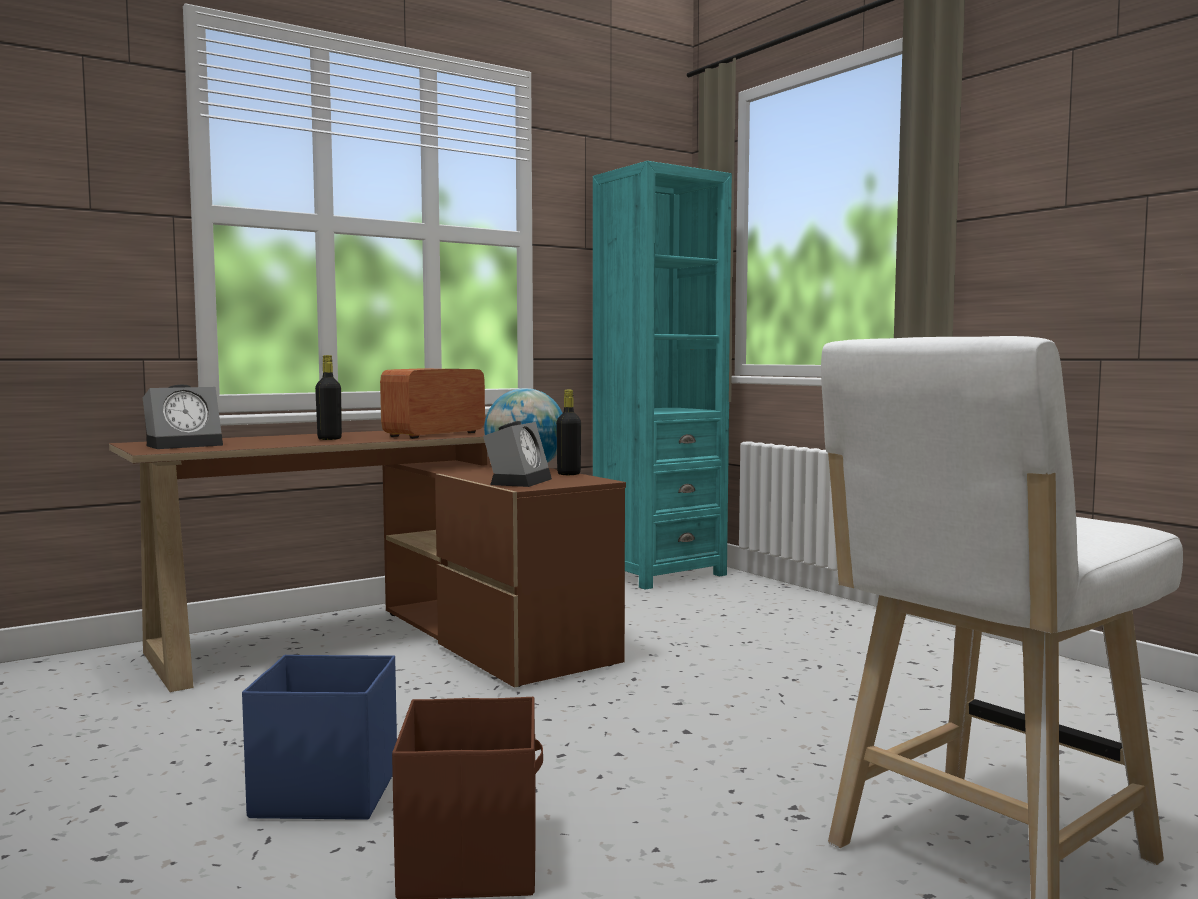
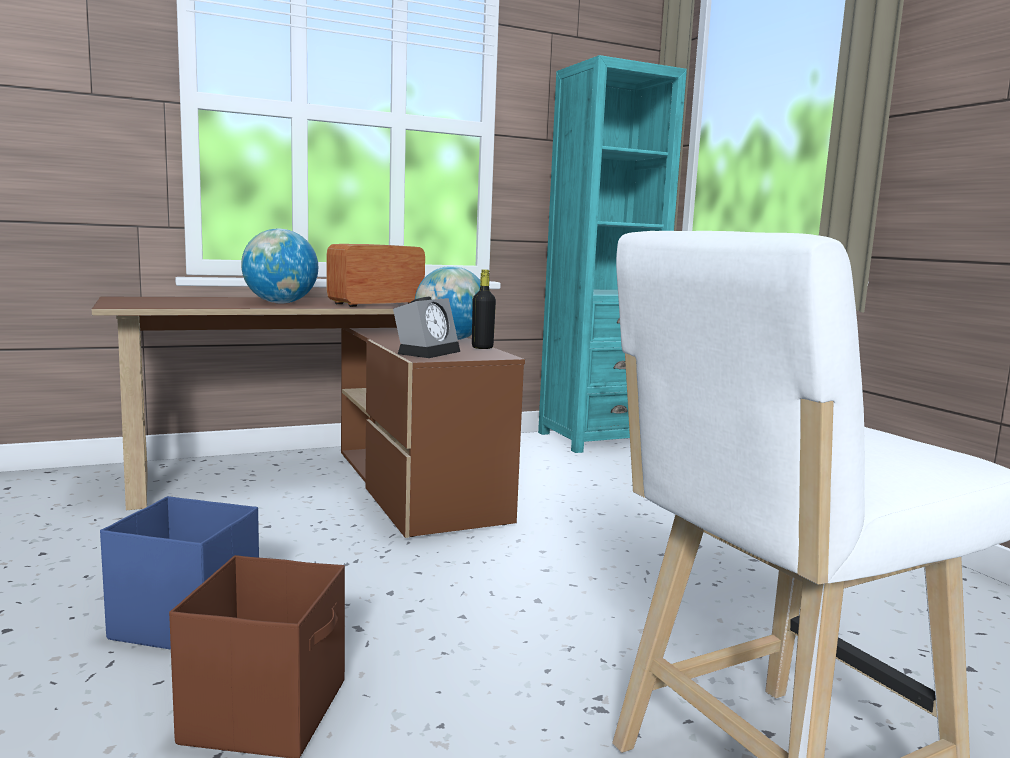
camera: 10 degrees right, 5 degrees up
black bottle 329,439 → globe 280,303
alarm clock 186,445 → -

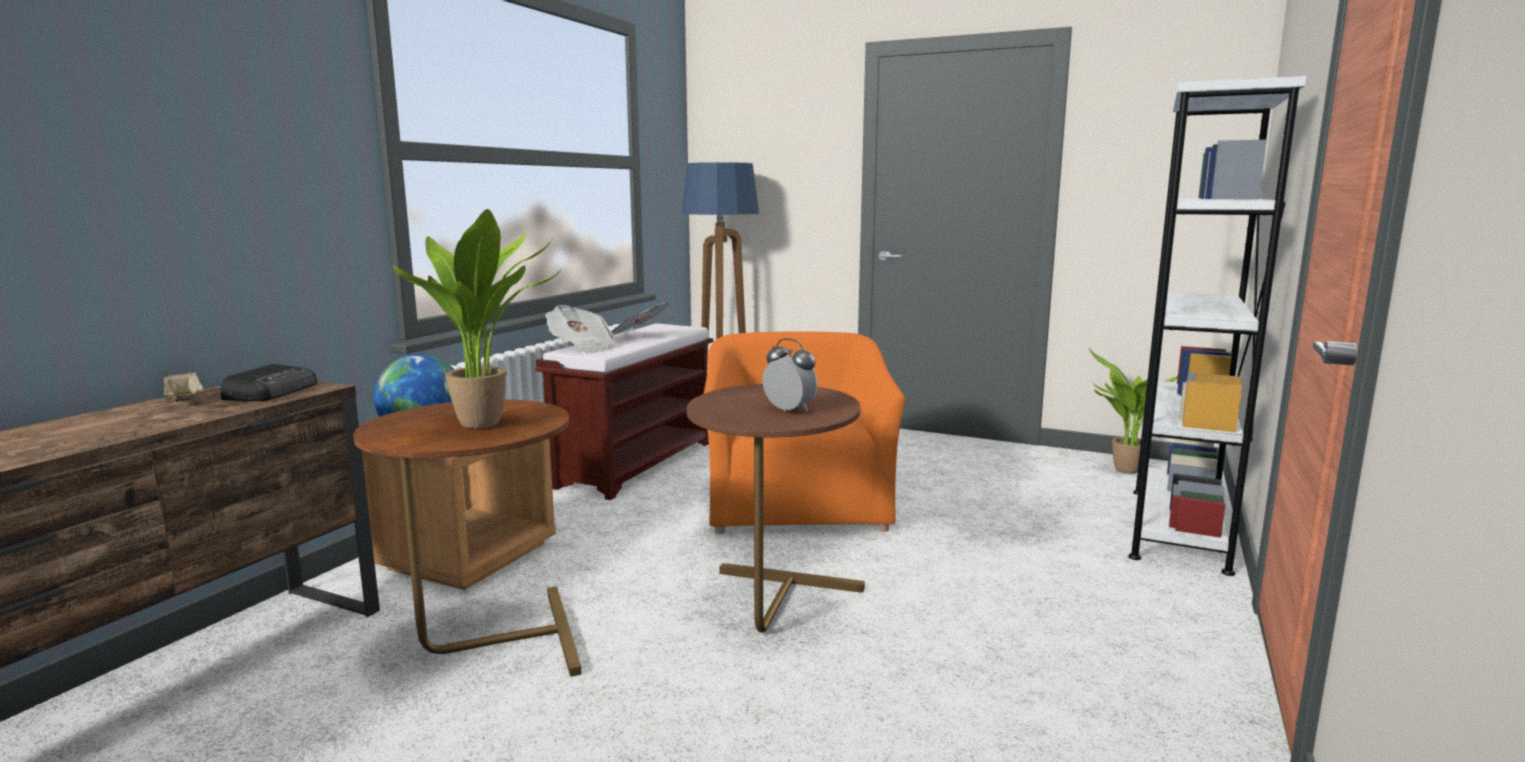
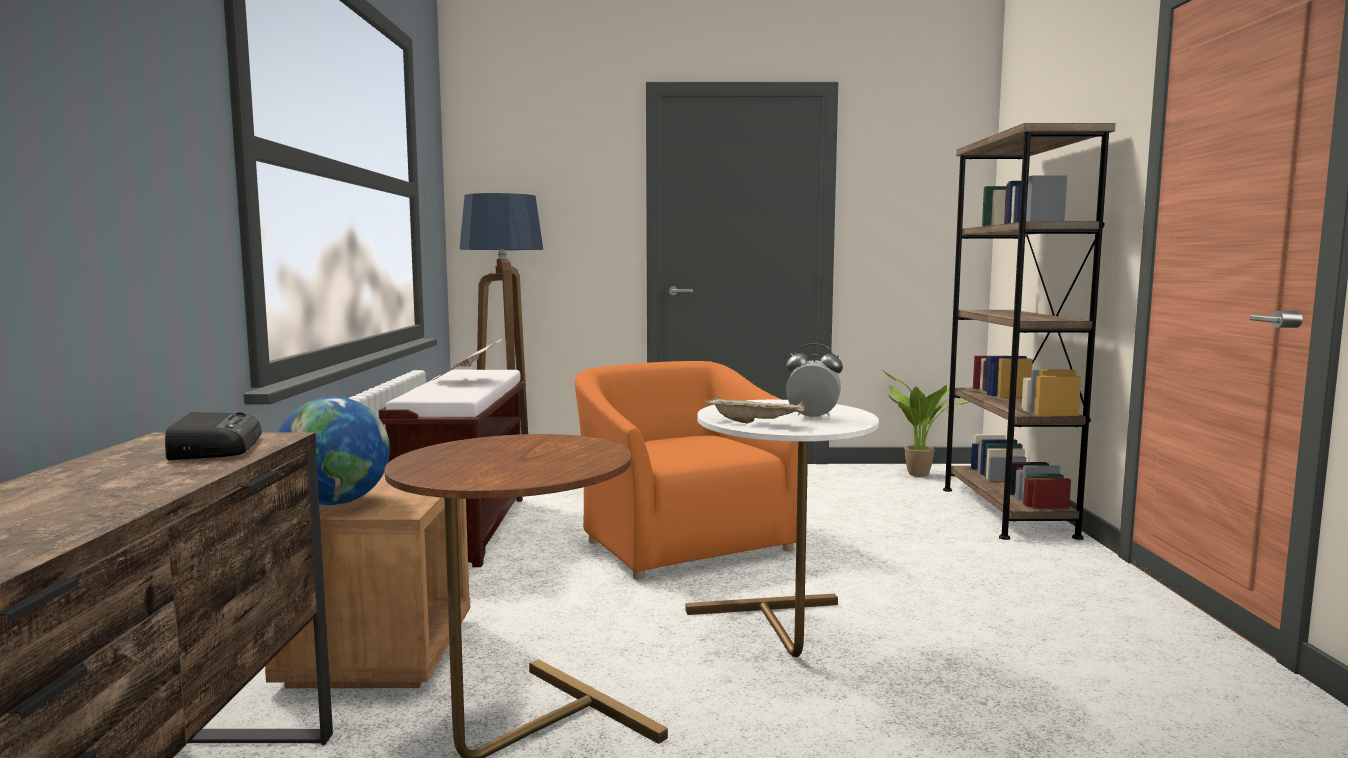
camera: 25 degrees left, 5 degrees down
white bookcase 1178,528 → brown bookcase 1006,512
potted plant 488,424 → -
newspaper 581,347 → -
beige tray 185,402 → beige tray 756,422, shifted
brown side table 773,611 → white side table 780,637

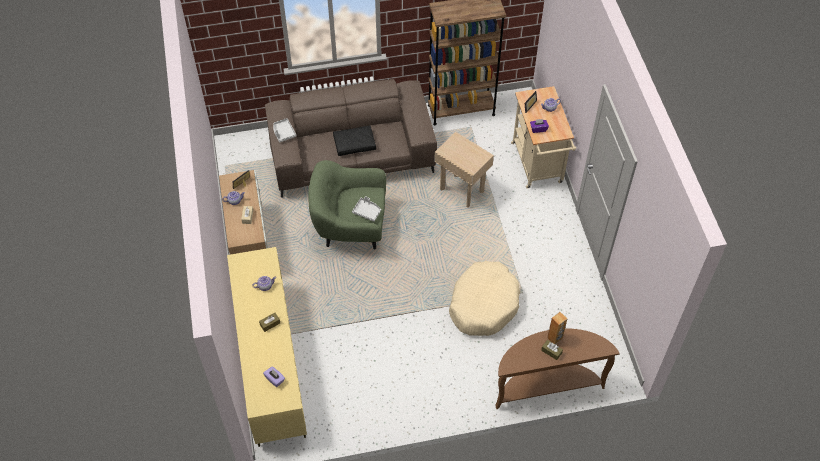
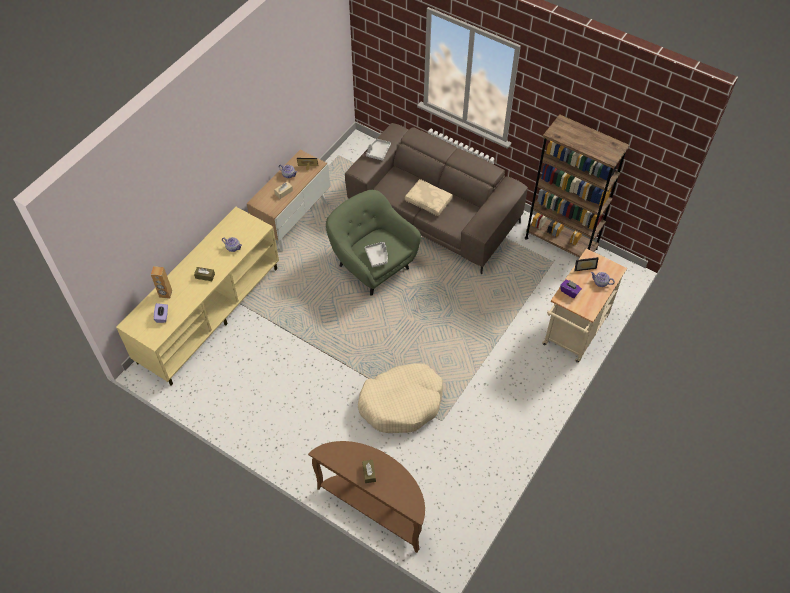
camera: 45 degrees right, 0 degrees up
black pillow 355,143 → beige pillow 429,200
beige side table 461,190 → -
brown speaker 555,338 → brown speaker 165,294, shifted

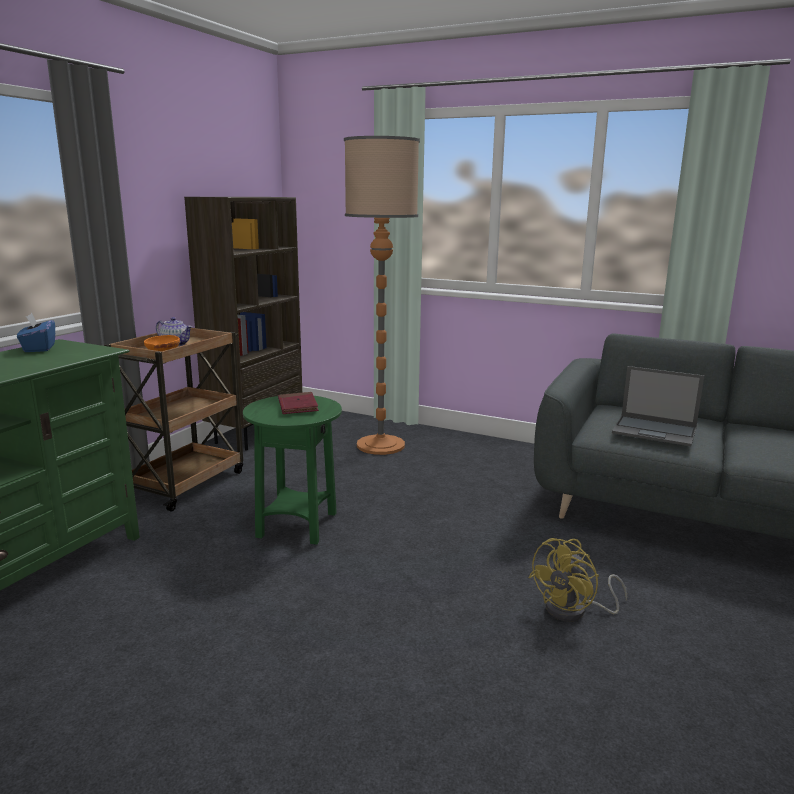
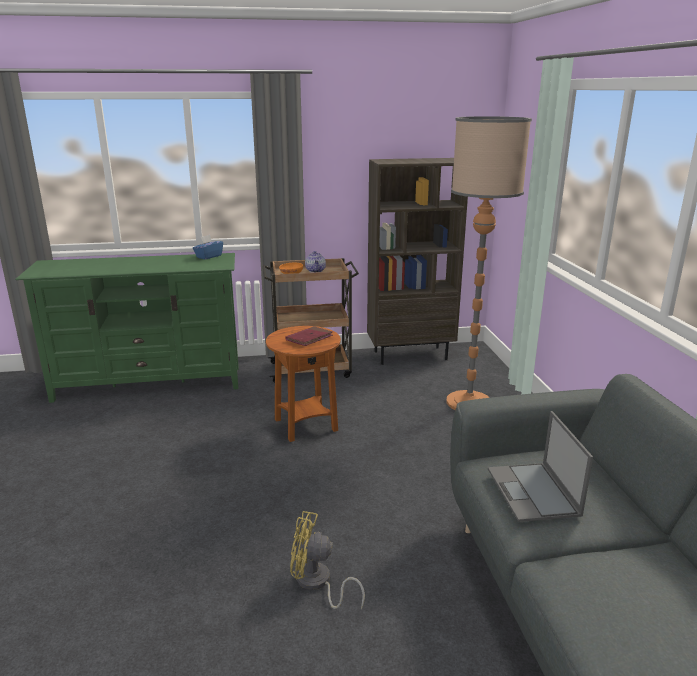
camera: 55 degrees right, 5 degrees up
green side table 297,525 → brown side table 306,425

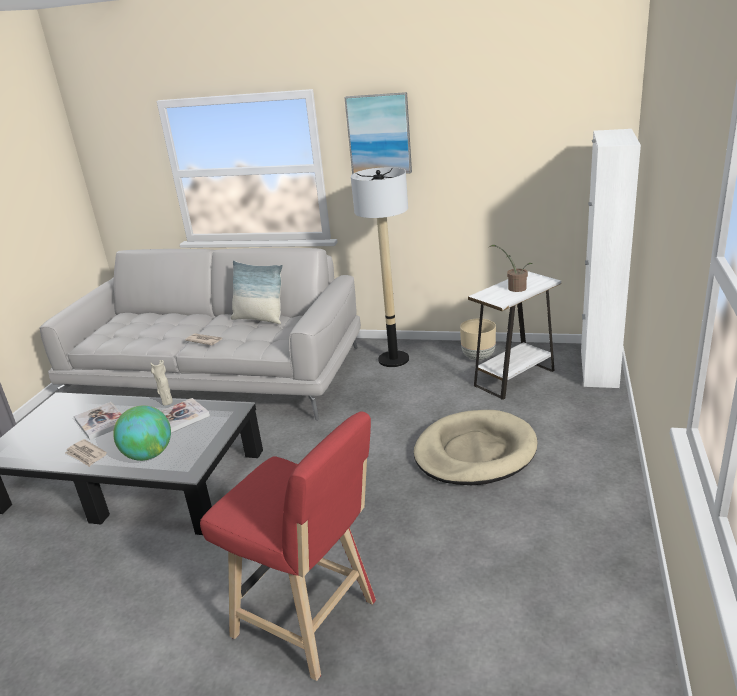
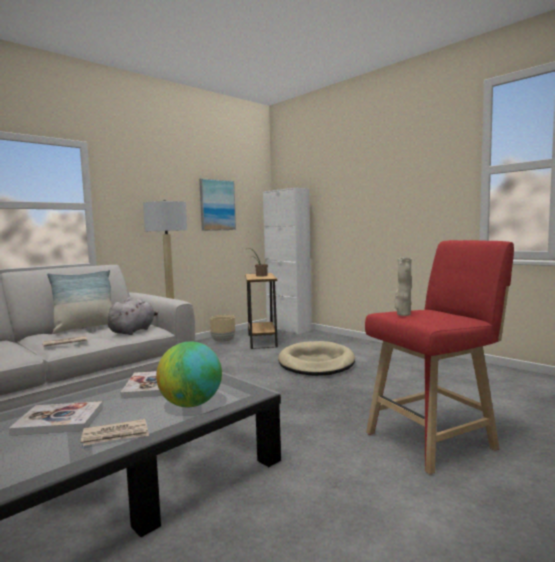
camera: 60 degrees left, 20 degrees down
picture 379,134 → picture 217,205, shifted
white side table 514,378 → brown side table 262,341
beige vase 167,402 → beige vase 402,314, shifted
- → grey plush toy 133,331

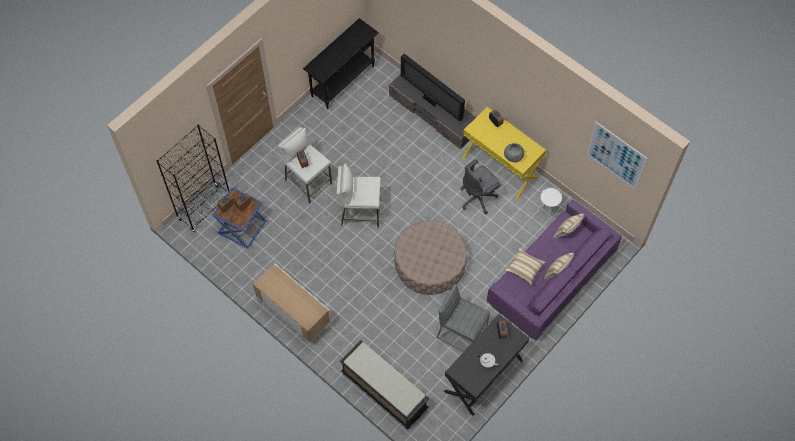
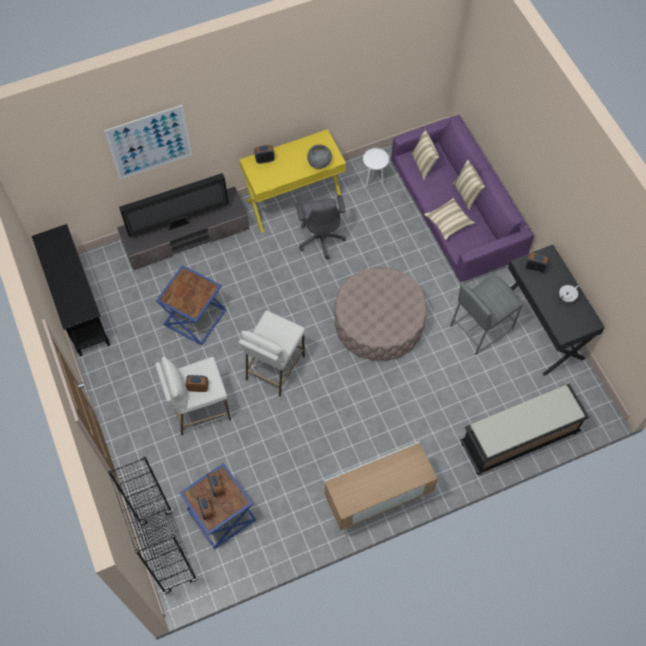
camera: 65 degrees left, 0 degrees up
picture 616,156 → picture 149,142, shifted
- → blue side table 194,316

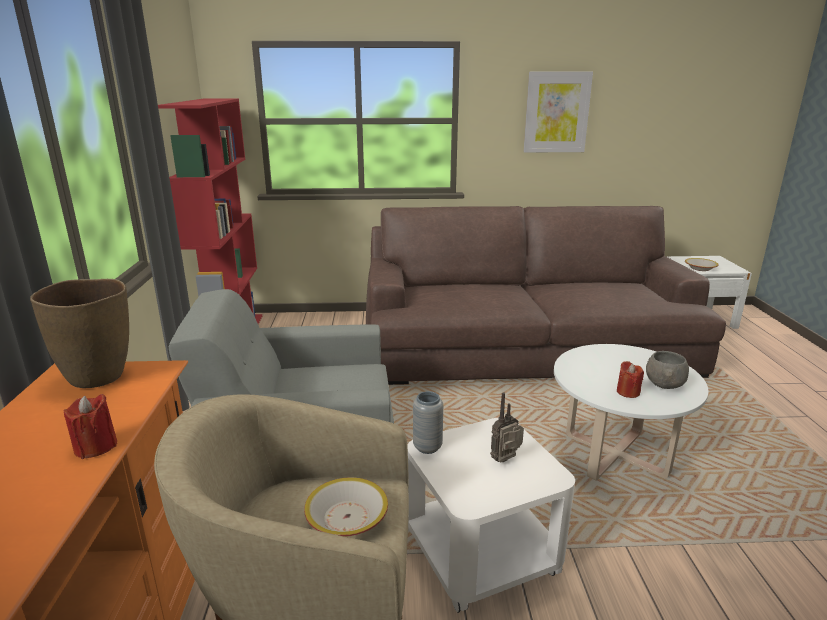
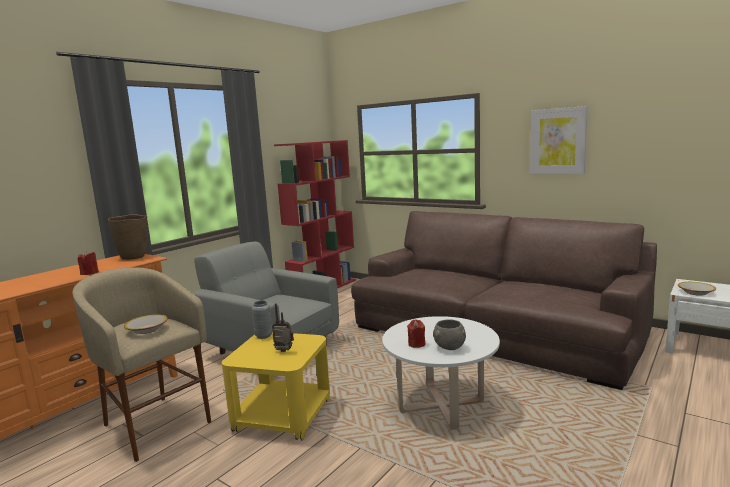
camera: 40 degrees right, 10 degrees down
white side table 482,552 → yellow side table 282,416

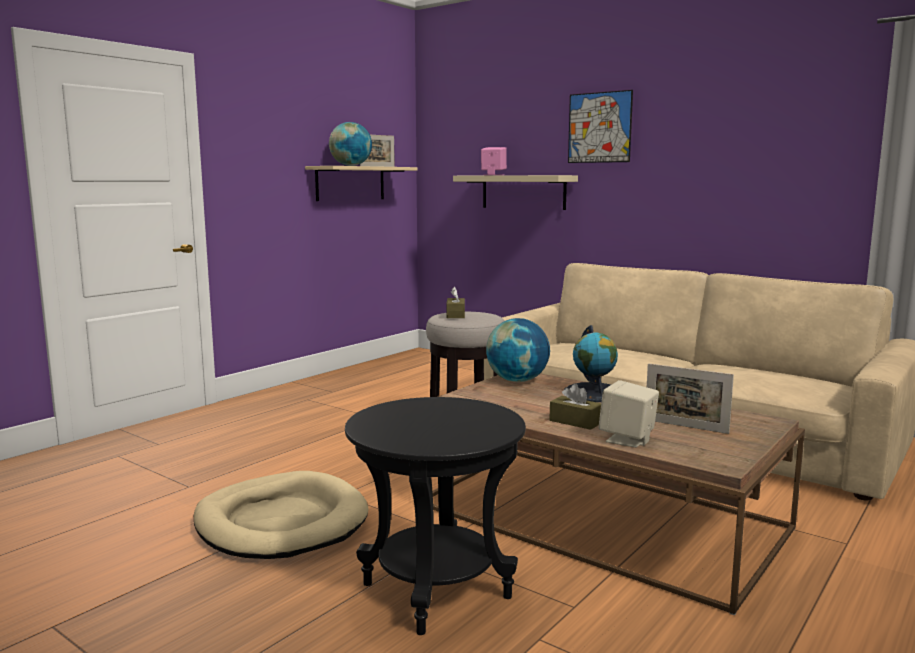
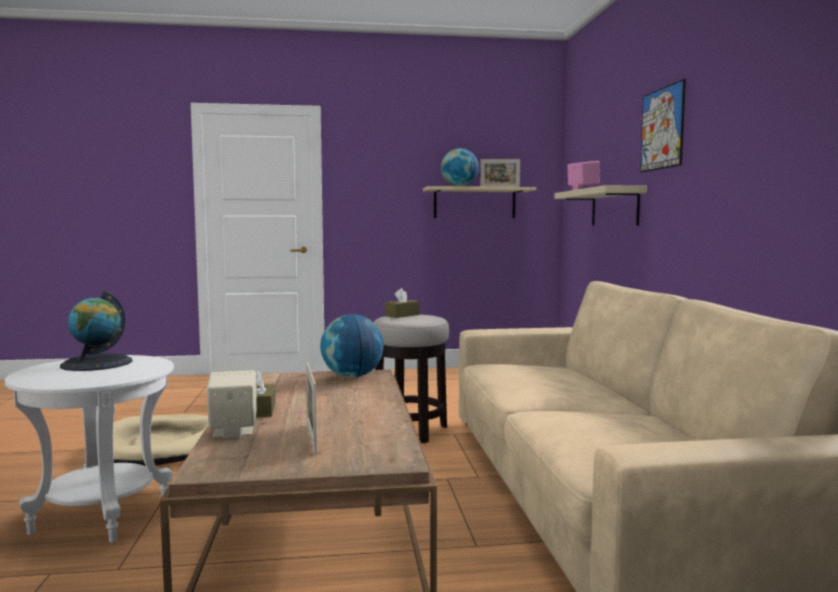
camera: 45 degrees right, 5 degrees down
globe 594,393 → globe 97,363, shifted
black side table 436,590 → white side table 101,516

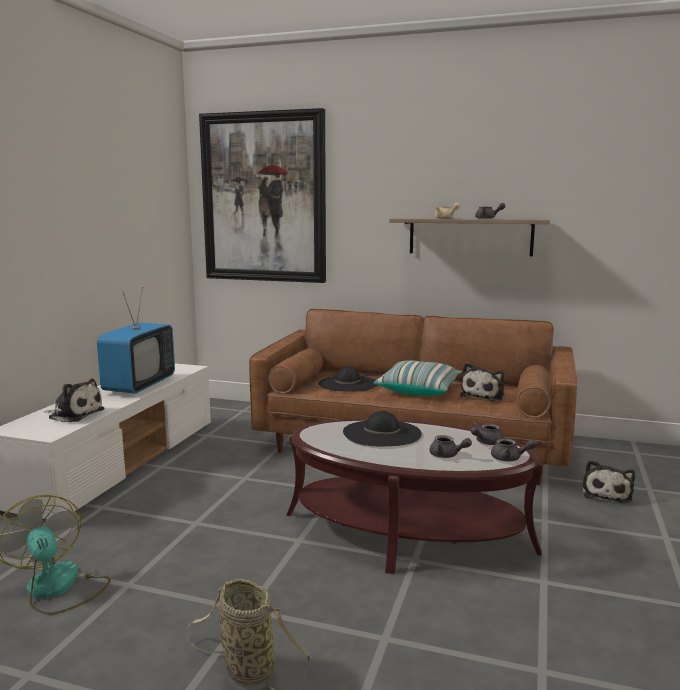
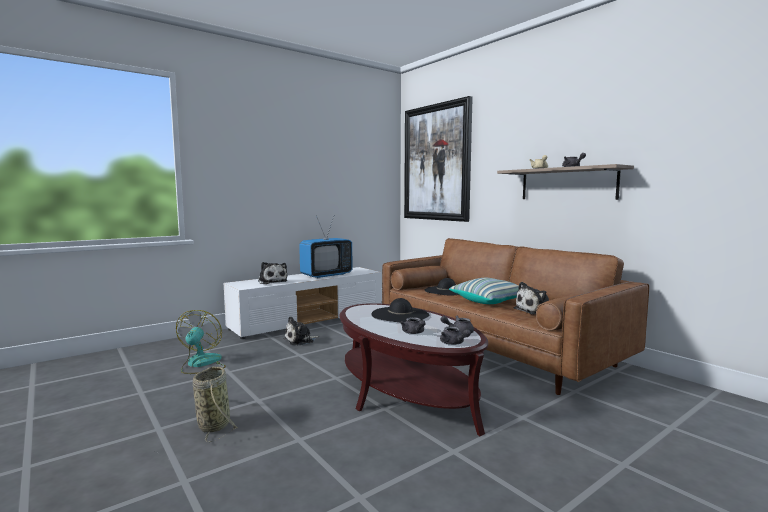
camera: 35 degrees right, 5 degrees down
plush toy 607,493 → plush toy 300,340, shifted

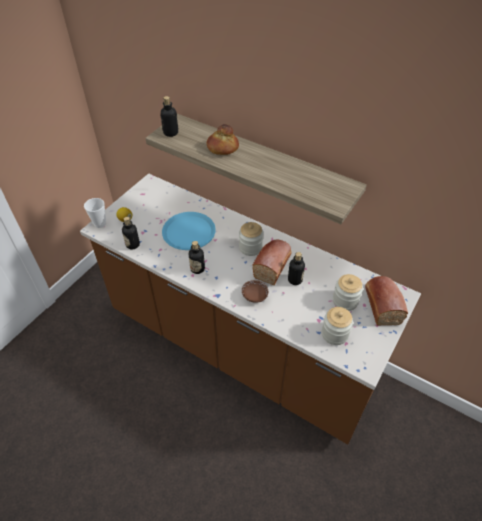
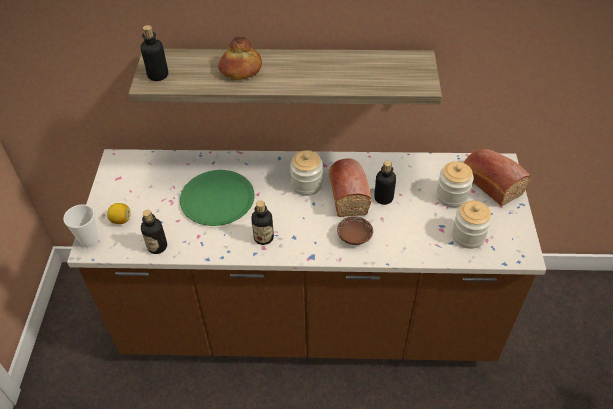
camera: 30 degrees left, 0 degrees up
blue plate 188,232 → green plate 217,199

